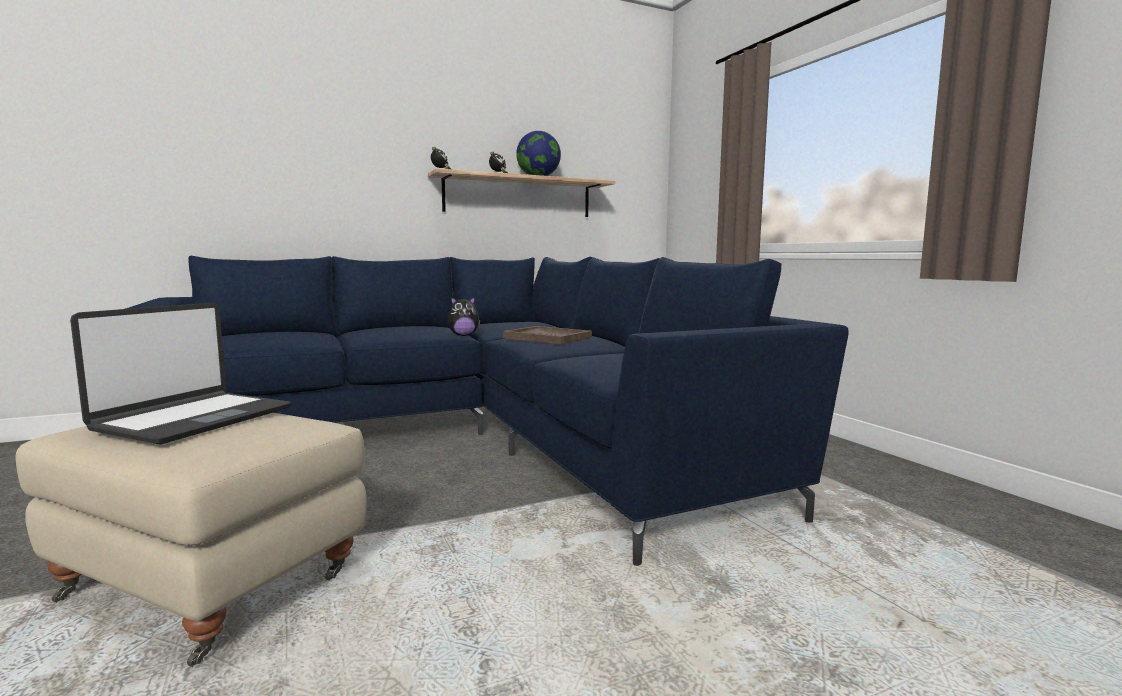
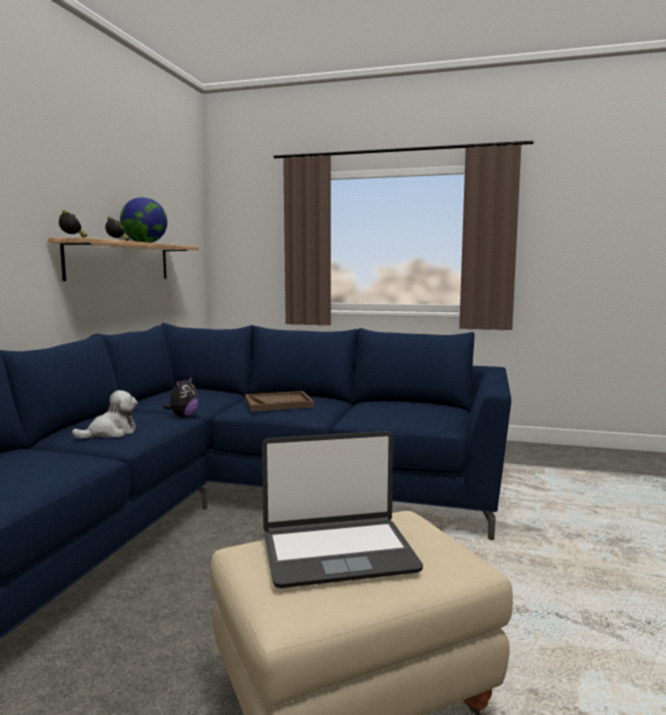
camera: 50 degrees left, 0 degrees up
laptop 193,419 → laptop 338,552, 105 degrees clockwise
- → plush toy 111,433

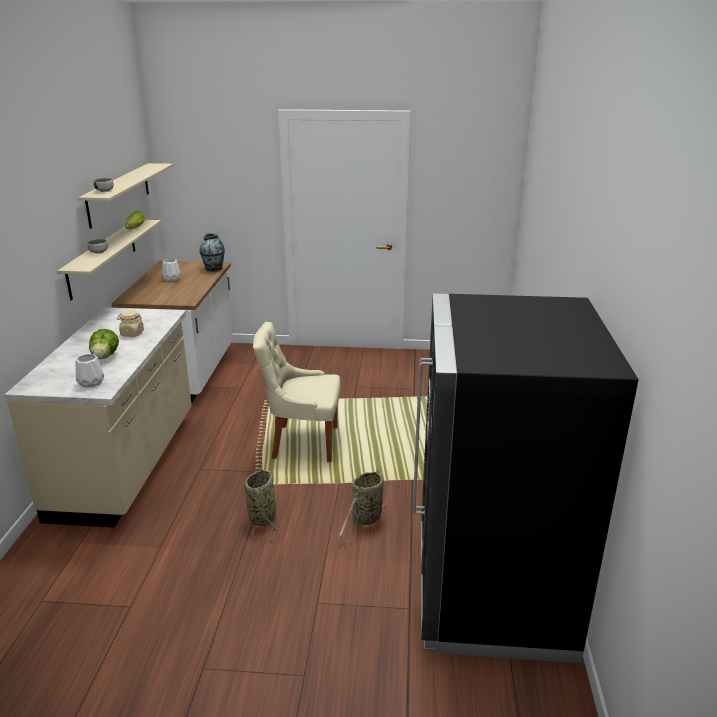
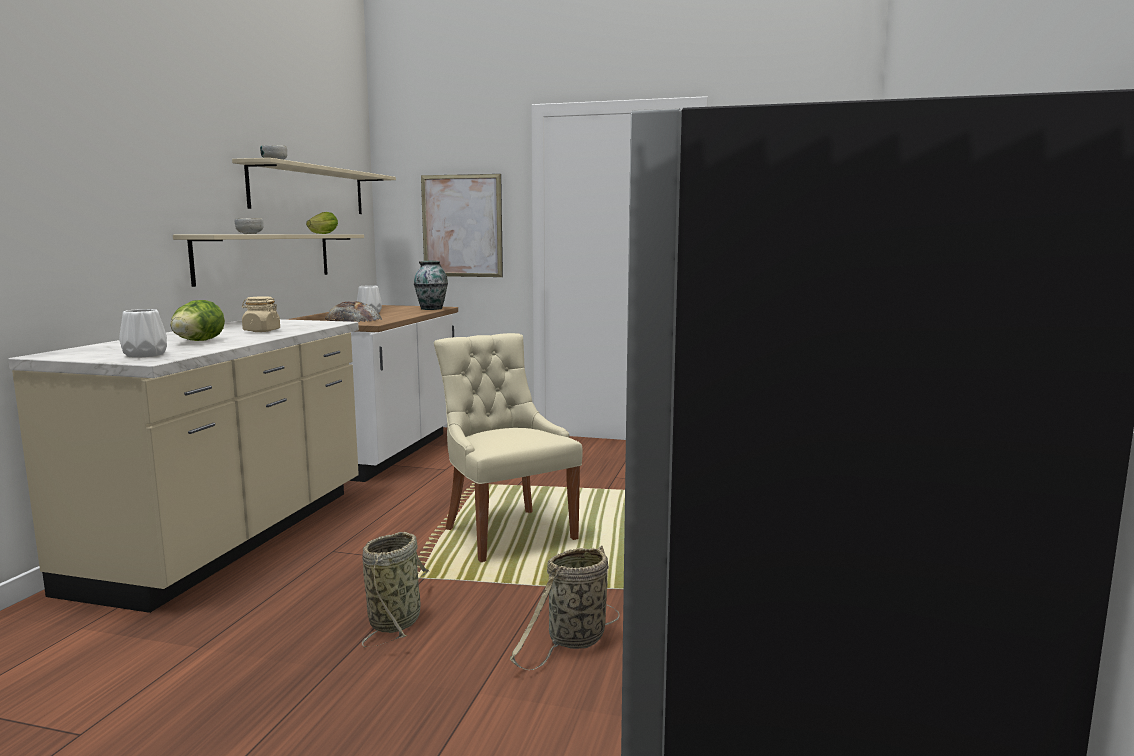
camera: 10 degrees right, 15 degrees down
beige chair 302,442 → beige chair 506,532, 45 degrees clockwise
- → picture 462,226
- → bread 353,319

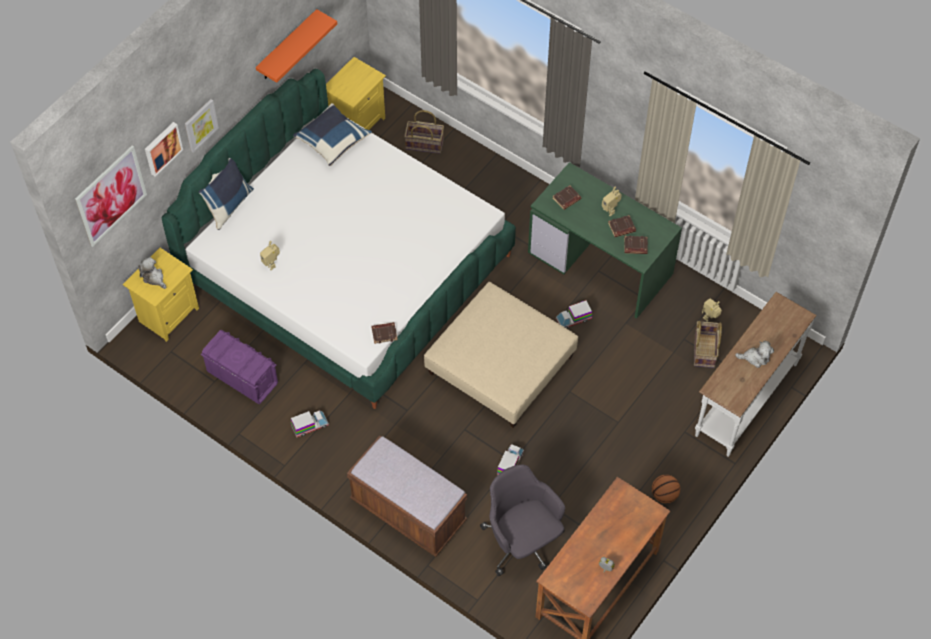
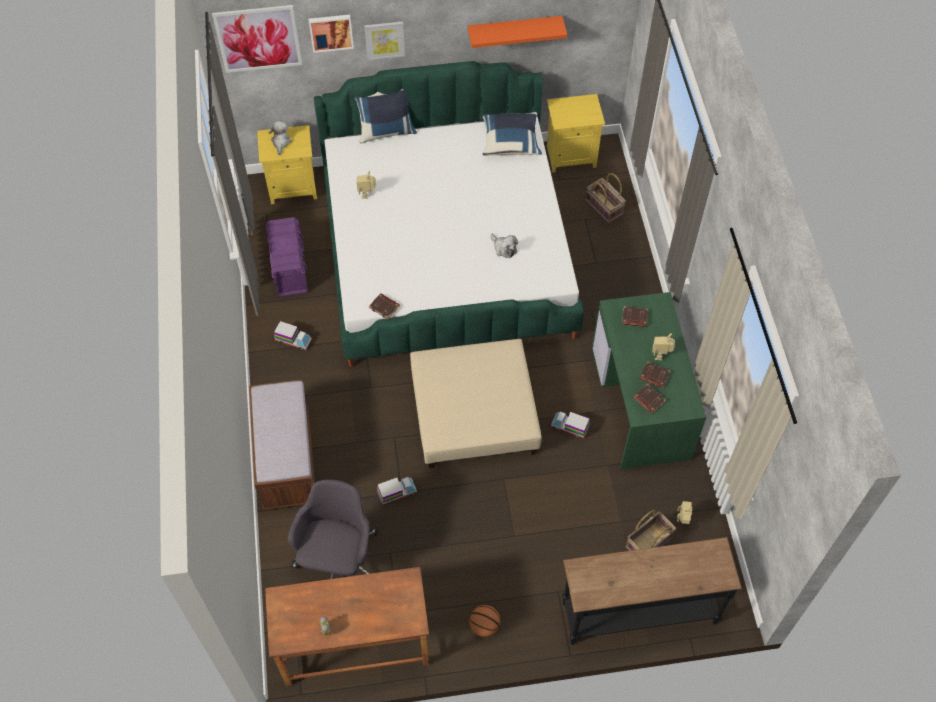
camera: 45 degrees right, 0 degrees up
white console table 745,399 → black console table 638,611
plush toy 755,357 → plush toy 504,248, shifted

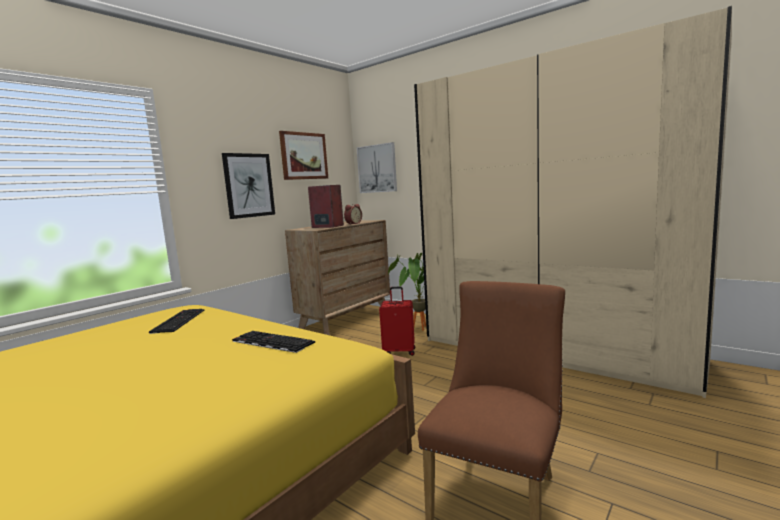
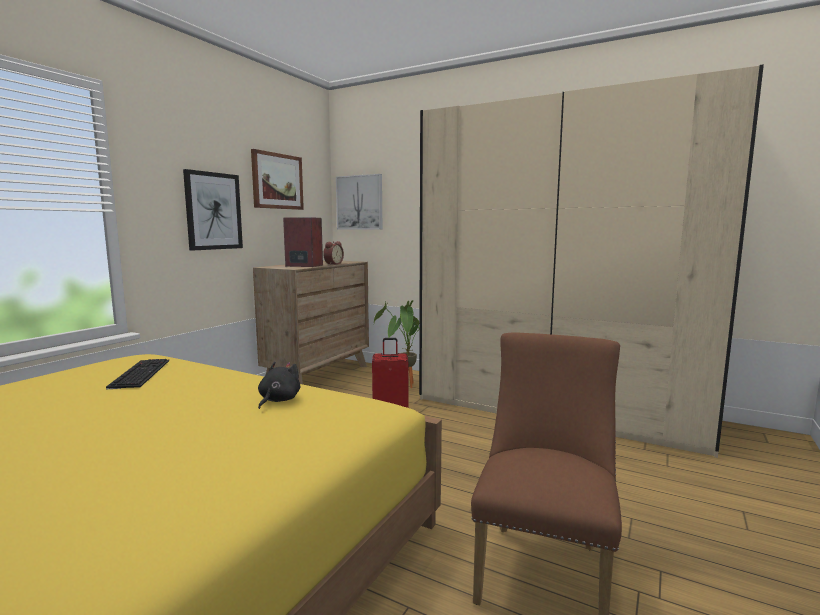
camera: 10 degrees left, 0 degrees up
keyboard 271,342 → black plush toy 278,400

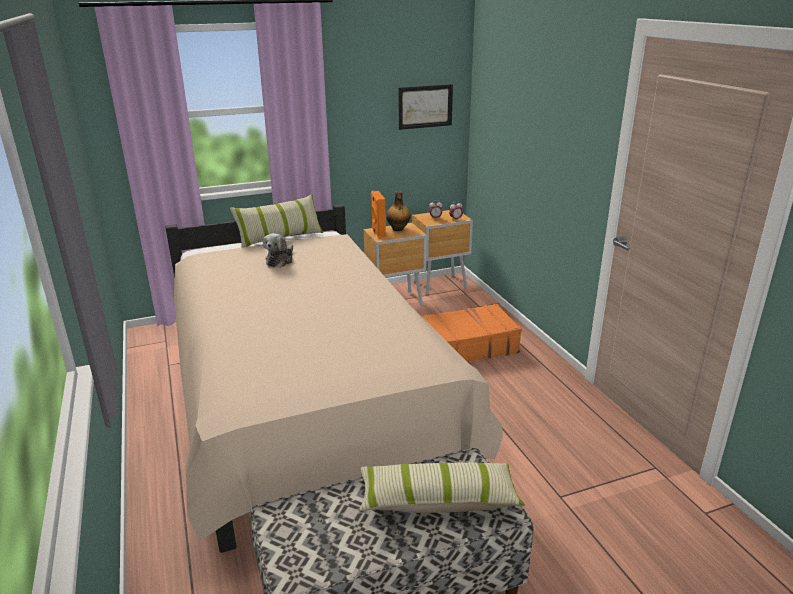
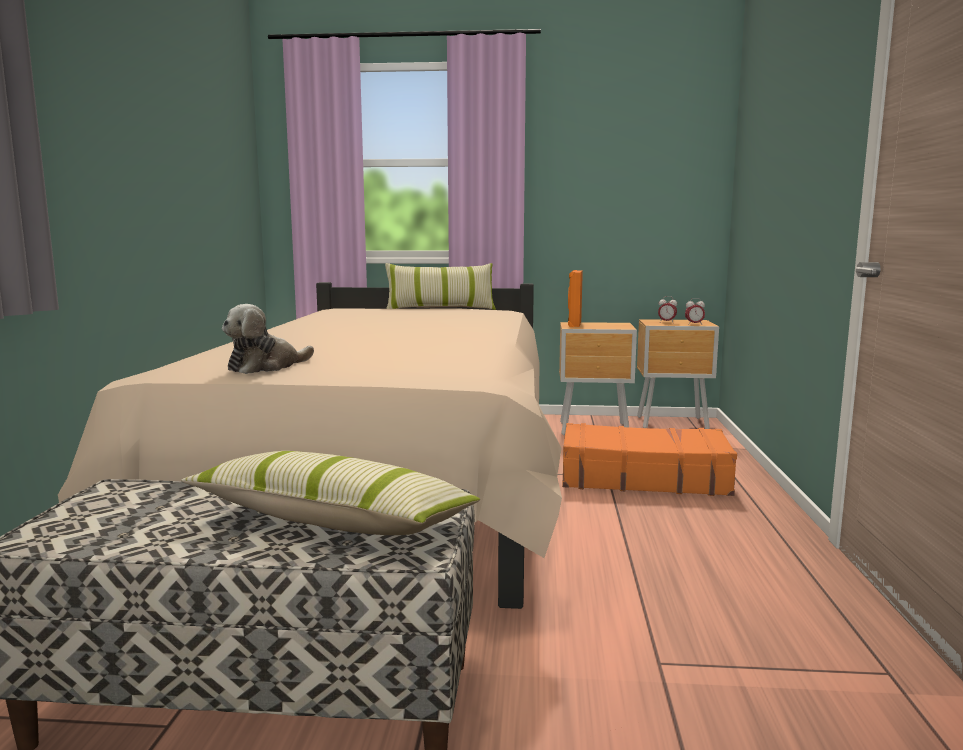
camera: 25 degrees right, 15 degrees down
picture 425,106 → -
bottle 398,229 → -
plush toy 280,260 → plush toy 266,367, shifted

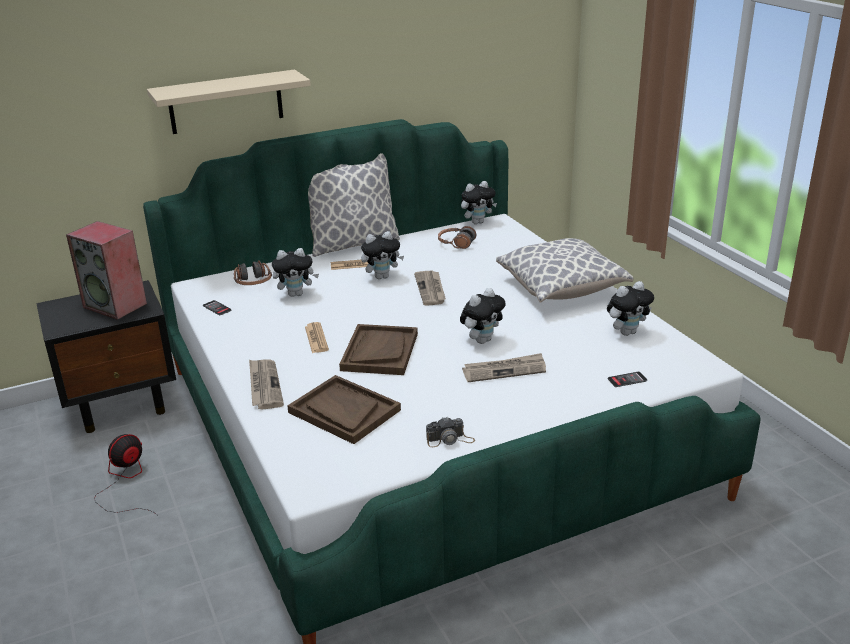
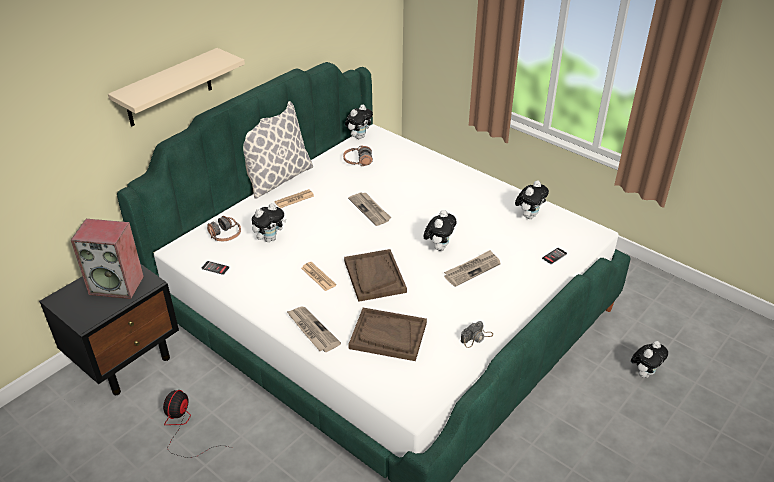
camera: 25 degrees left, 10 degrees up
plush toy 382,276 → plush toy 644,373, shifted
pillow 561,289 → -

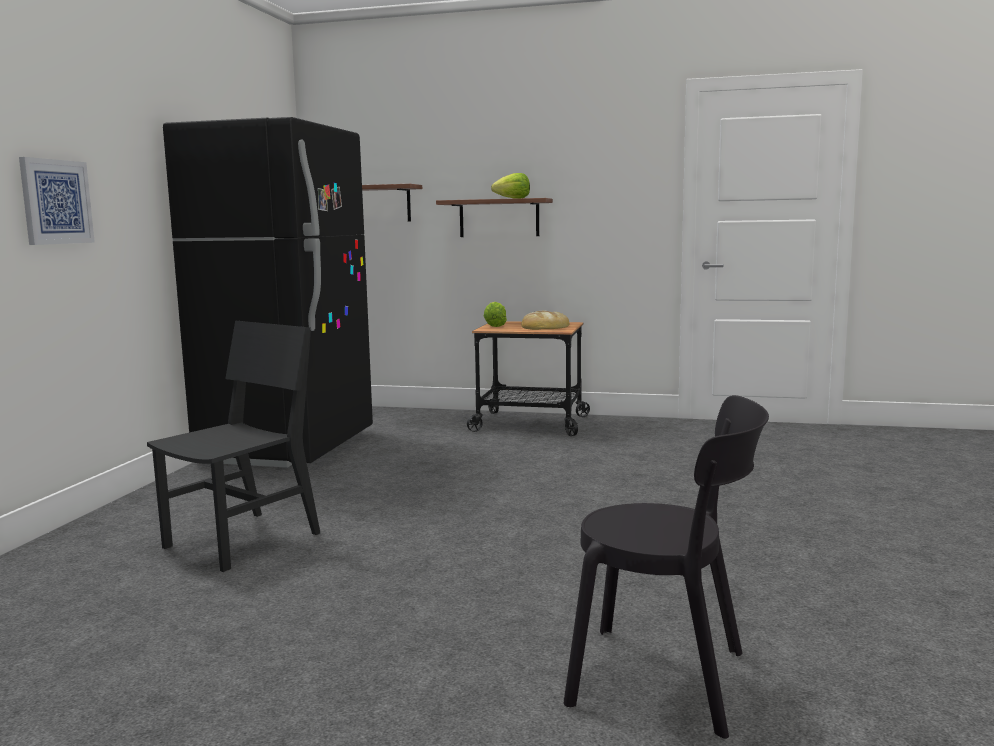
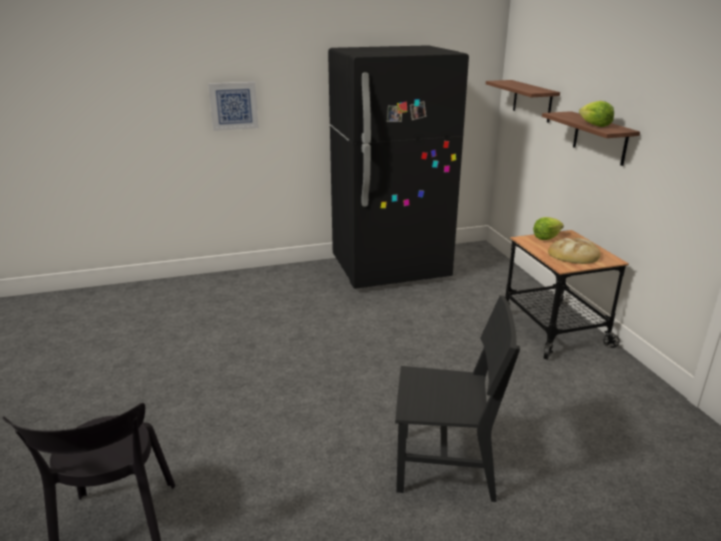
camera: 60 degrees right, 15 degrees up
black chair 243,540 → black chair 445,466, shifted

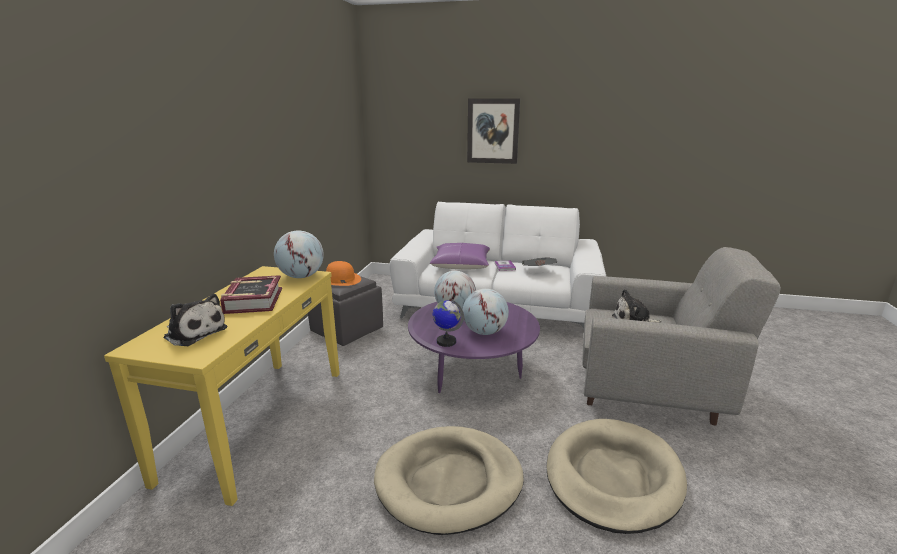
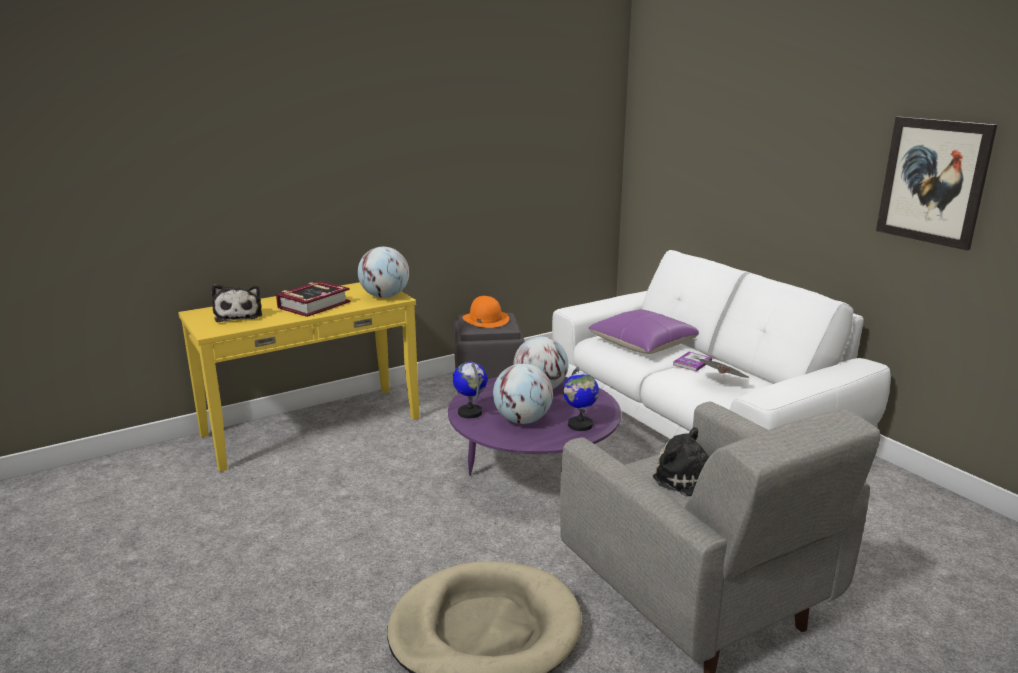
camera: 45 degrees right, 0 degrees up
picture 493,131 → picture 933,181, shifted
beige dog bed 449,481 → -
- → globe 580,425

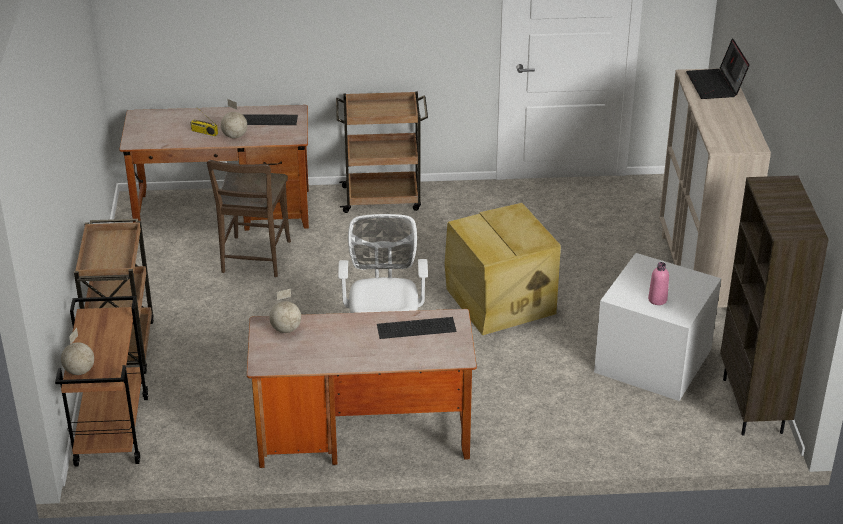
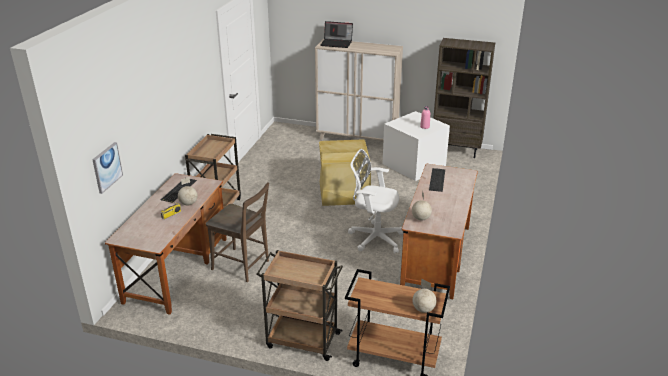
camera: 70 degrees left, 5 degrees down
- → picture 107,167

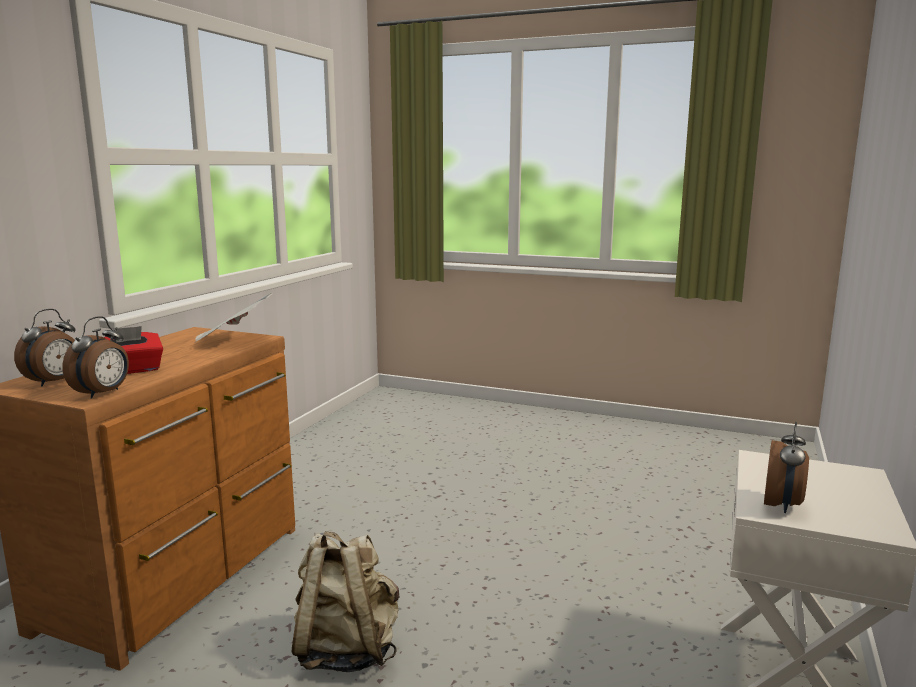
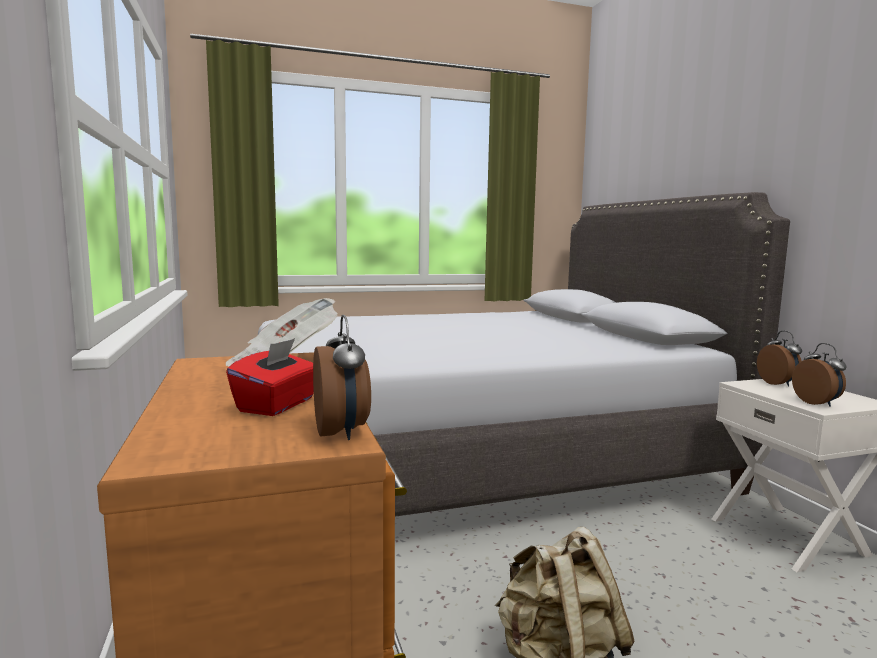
camera: 40 degrees left, 5 degrees down
alarm clock 55,382 → alarm clock 778,383, shifted
- → grey bed 470,457

